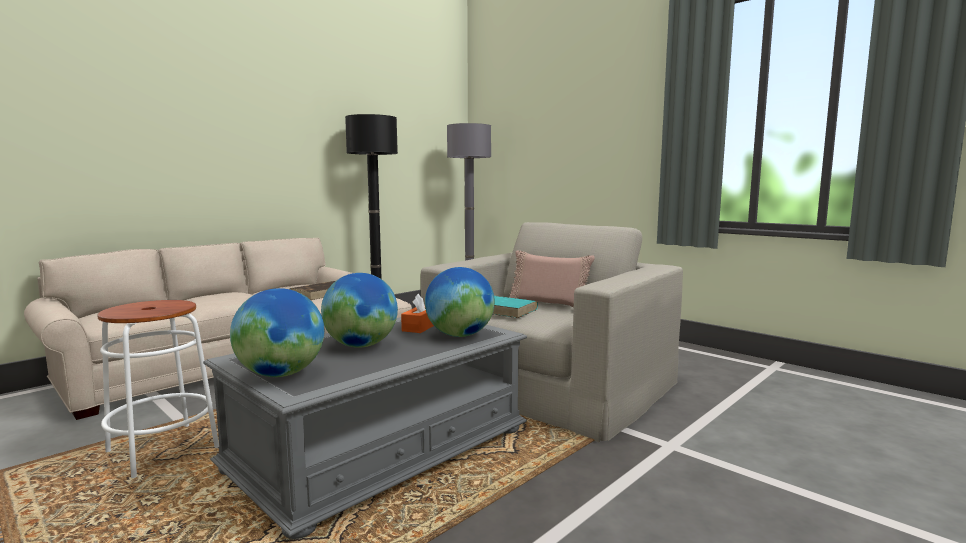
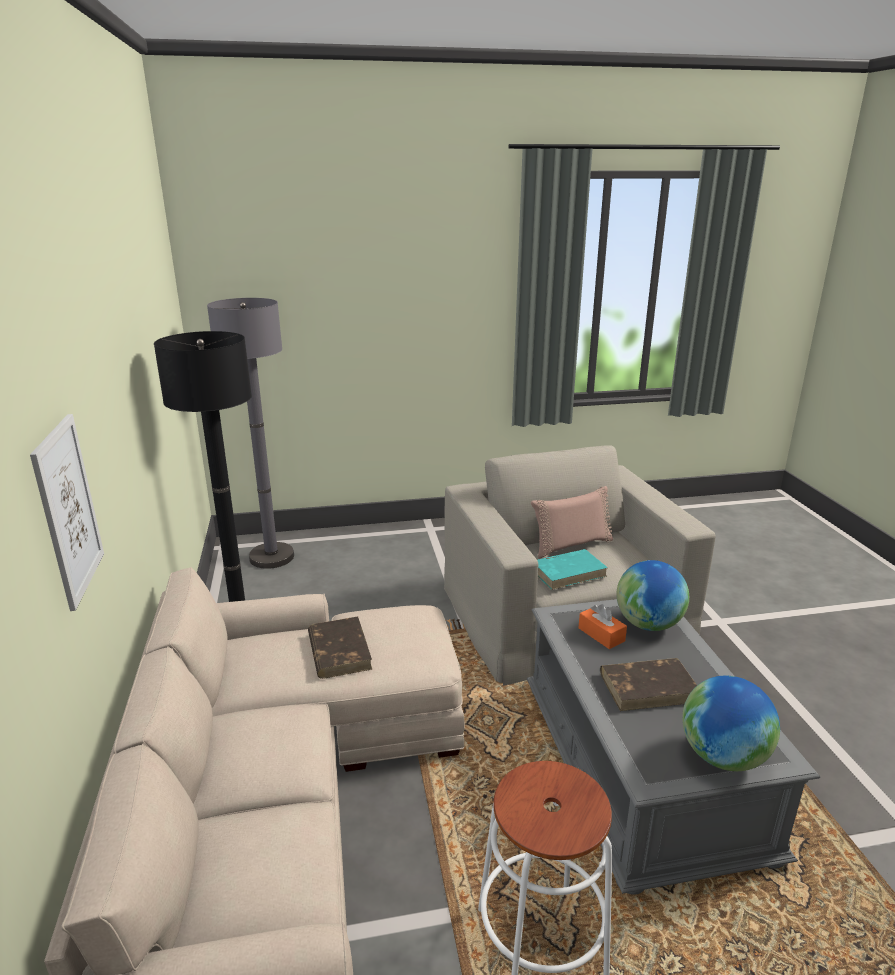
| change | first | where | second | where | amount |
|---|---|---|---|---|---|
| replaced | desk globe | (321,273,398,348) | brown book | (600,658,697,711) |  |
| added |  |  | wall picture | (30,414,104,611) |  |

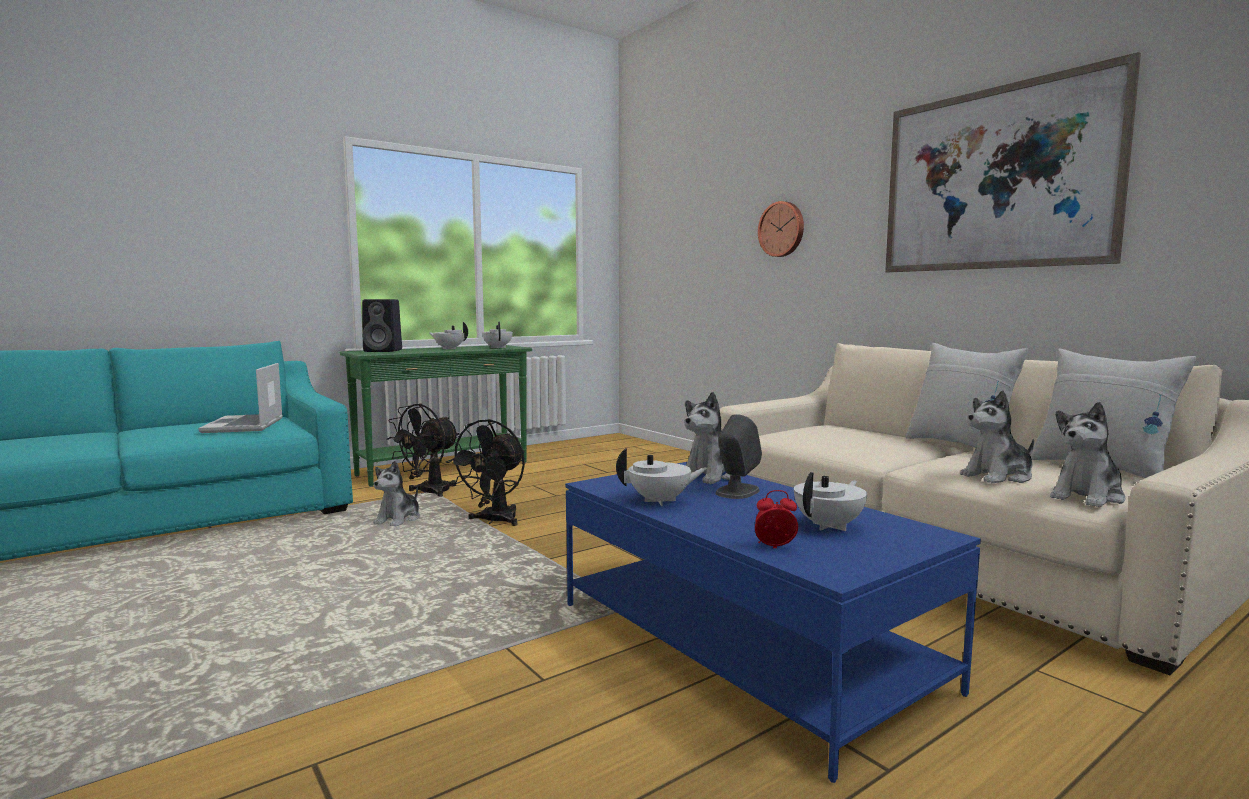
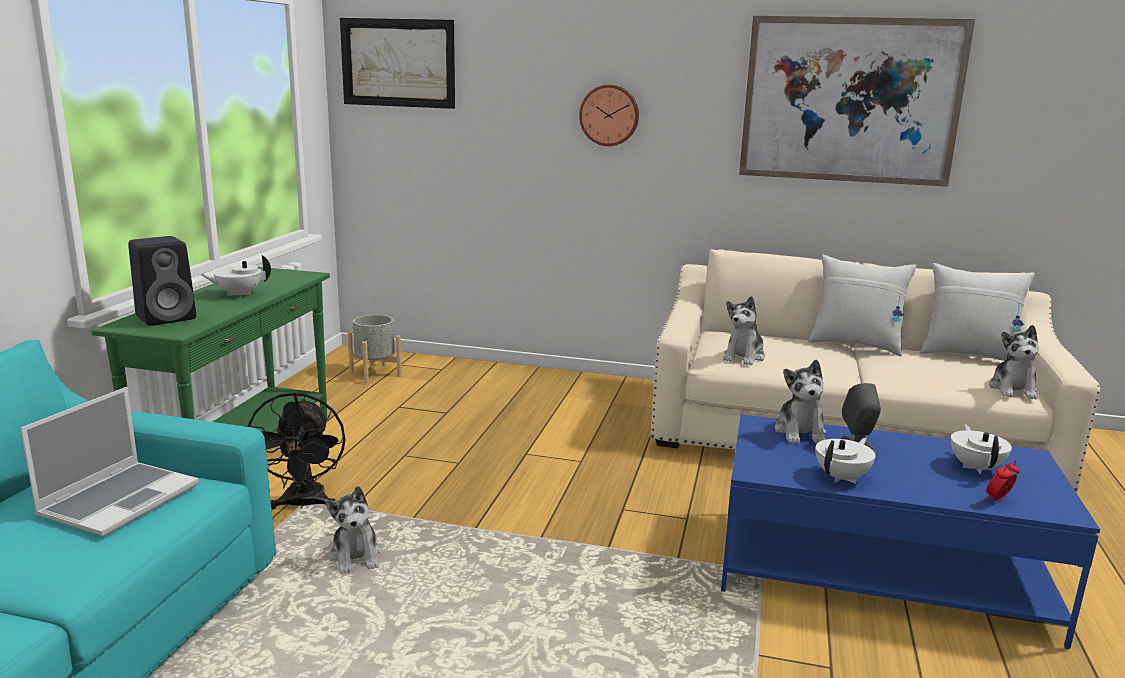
| change | first | where | second | where | amount |
|---|---|---|---|---|---|
| removed | white tea pot | (482,321,513,348) |  |  |  |
| turned | notebook computer | (198,363,283,433) |  | (21,387,199,537) | 105 degrees counterclockwise |
| moved | plush toy | (960,390,1034,483) |  | (723,296,765,365) |  |
| removed | black-coloured cooling fan | (446,419,525,526) |  |  |  |
| added |  |  | wall picture | (340,18,455,109) |  |
| added |  |  | gray plant pot | (348,315,402,384) |  |

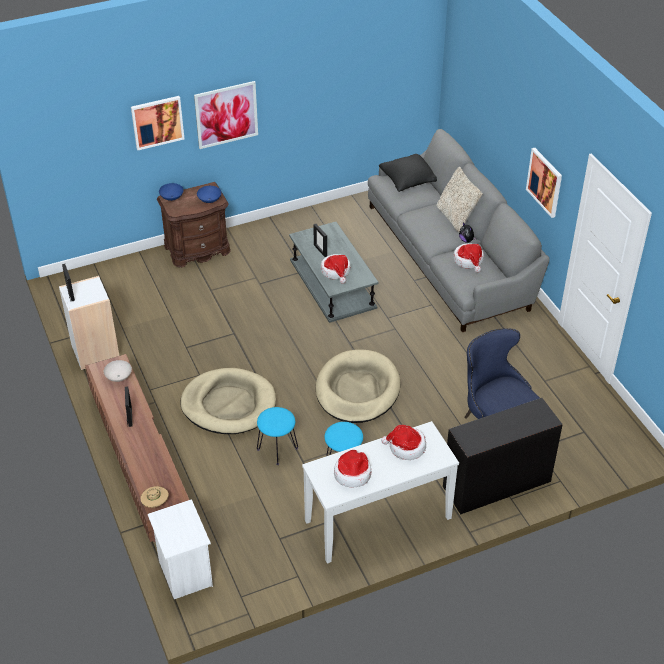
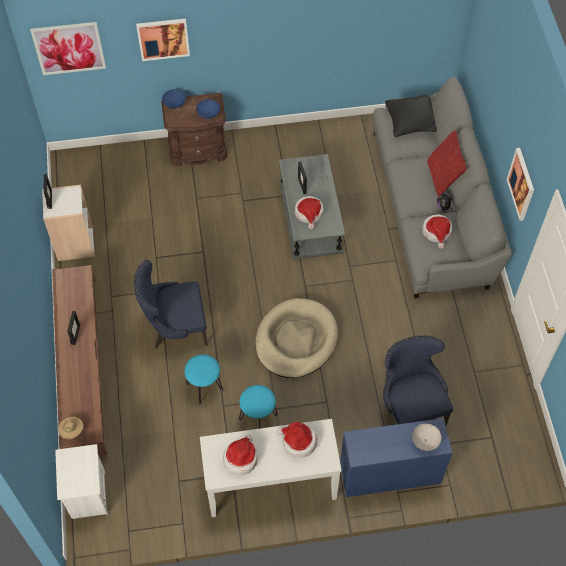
| change | first | where | second | where | amount |
|---|---|---|---|---|---|
| moved | wall picture | (194,81,258,149) |  | (30,22,106,75) |  |
| recoloured | beige throw pillow | (437,167,483,232) | reddish throw pillow | (427,130,467,196) |  |
| moved | white deep dish | (104,360,132,382) |  | (412,423,442,451) |  |
| replaced | beige dog cushion | (181,368,276,434) | bluish chair | (134,260,208,348) |  |
| recoloured | black-coloured desk unit | (443,398,563,514) | bluish desk unit | (340,418,452,497) |  |

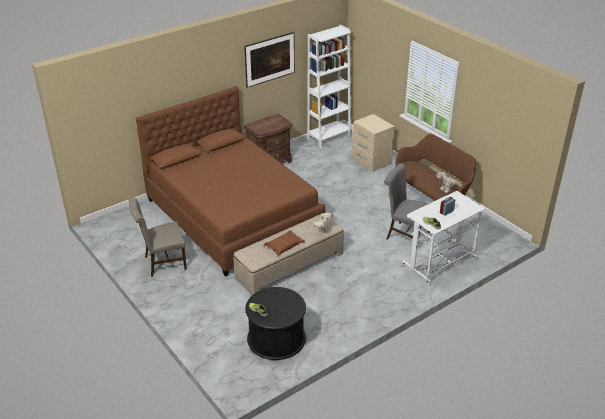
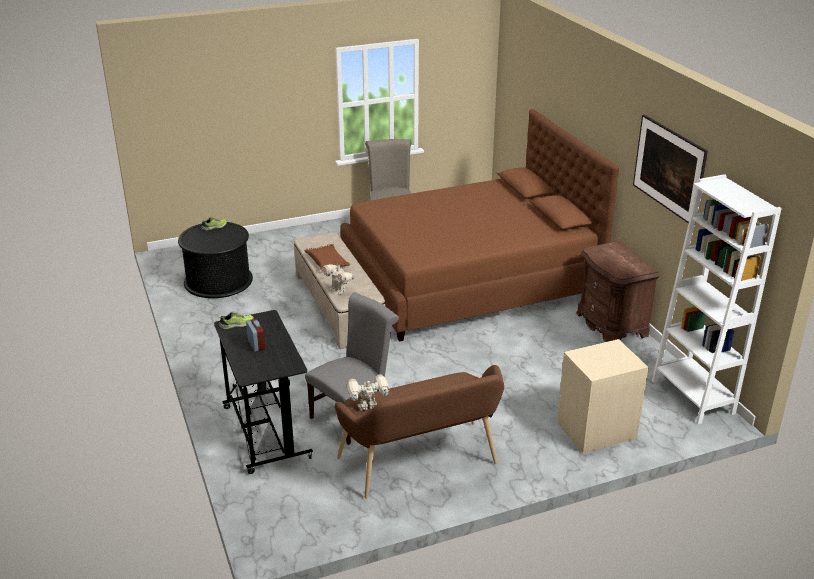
| change | first | where | second | where | amount |
|---|---|---|---|---|---|
| recoloured | white desk unit | (402,191,485,285) | black-coloured desk unit | (214,310,313,474) |  |

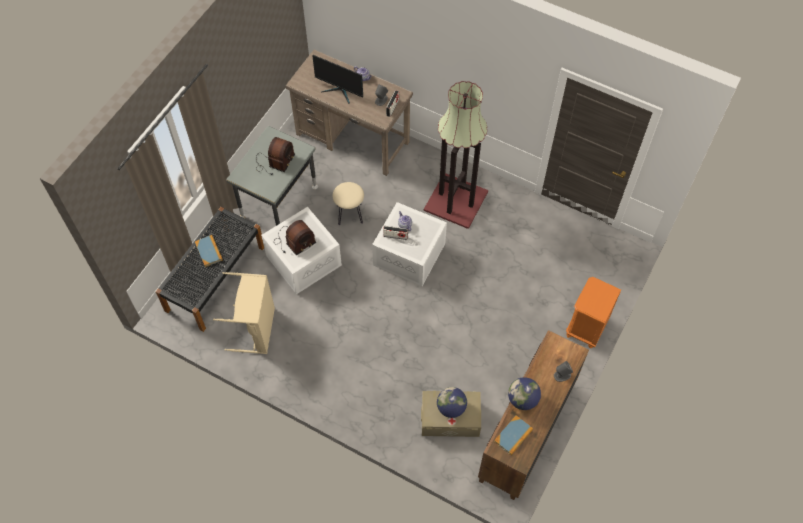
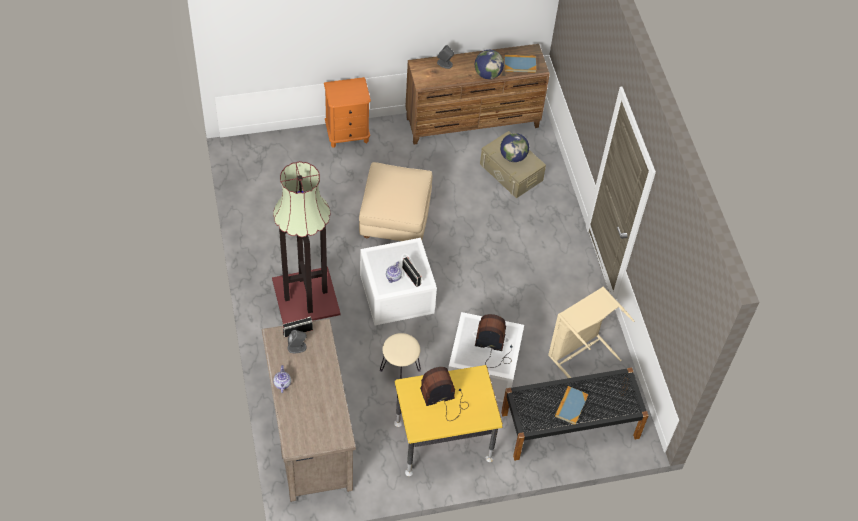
| change | first | where | second | where | amount |
|---|---|---|---|---|---|
| removed | computer display | (312,55,363,104) |  |  |  |
| recoloured | gray desk unit | (226,126,318,226) | yellow-coloured desk unit | (394,365,503,476) |  |
| added |  |  | beige footrest | (359,162,432,241) |  |

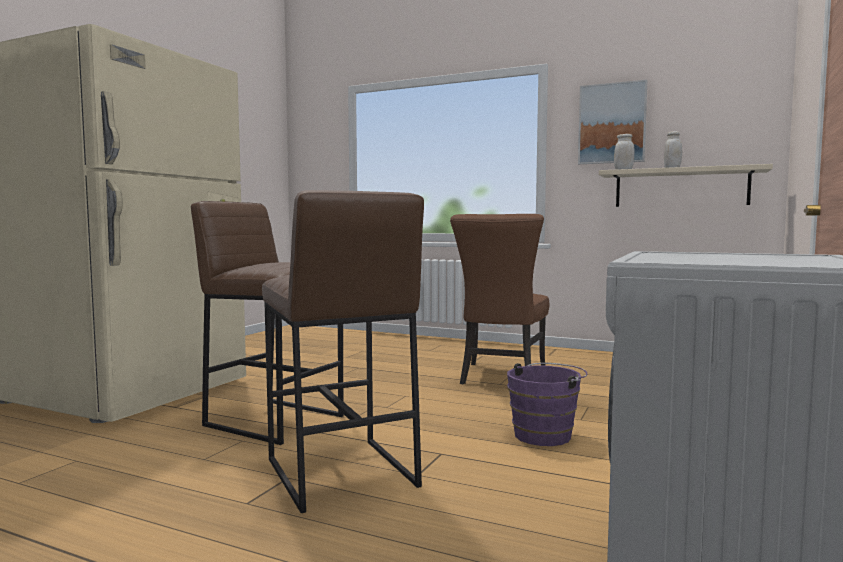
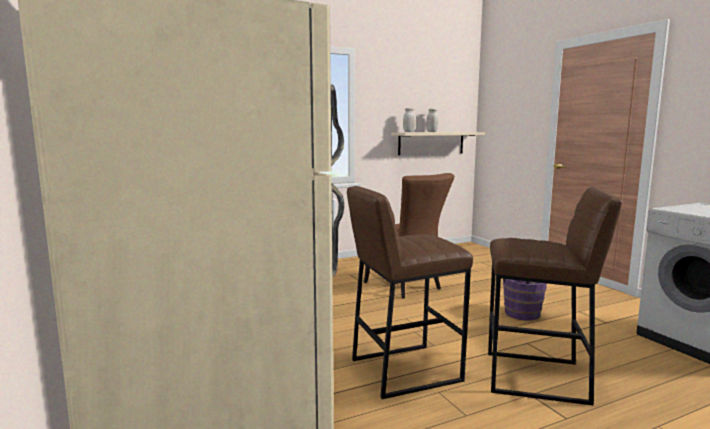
| change | first | where | second | where | amount |
|---|---|---|---|---|---|
| removed | wall picture | (578,80,647,164) |  |  |  |

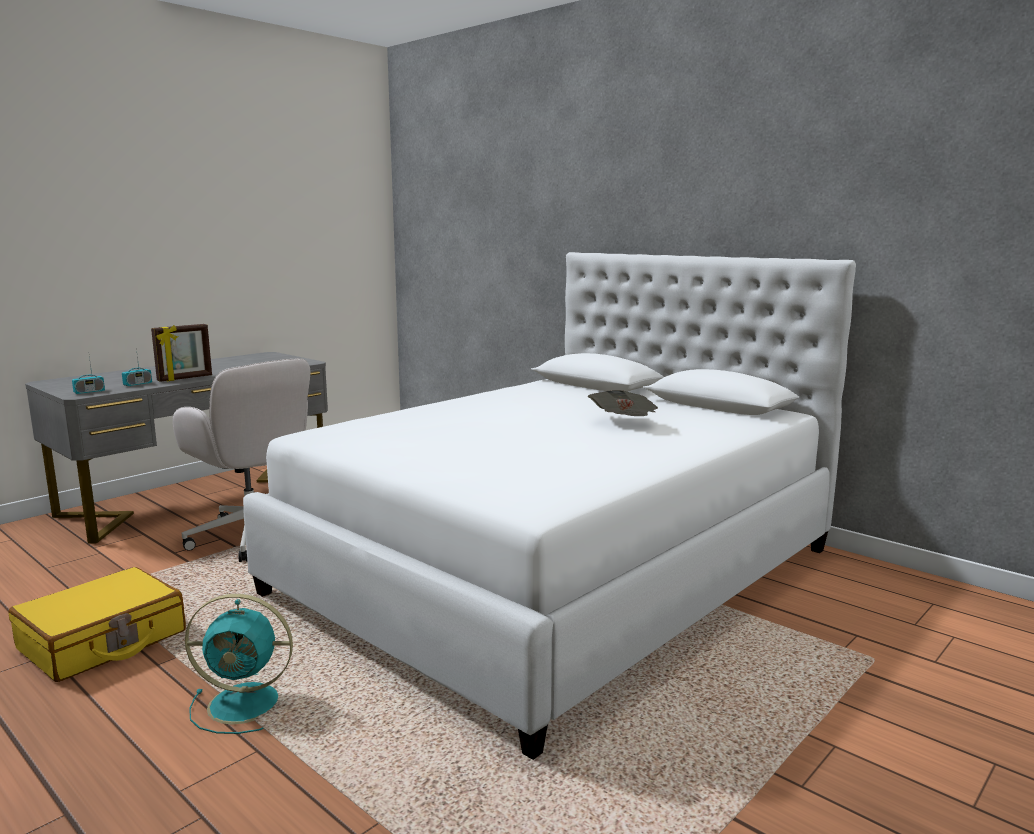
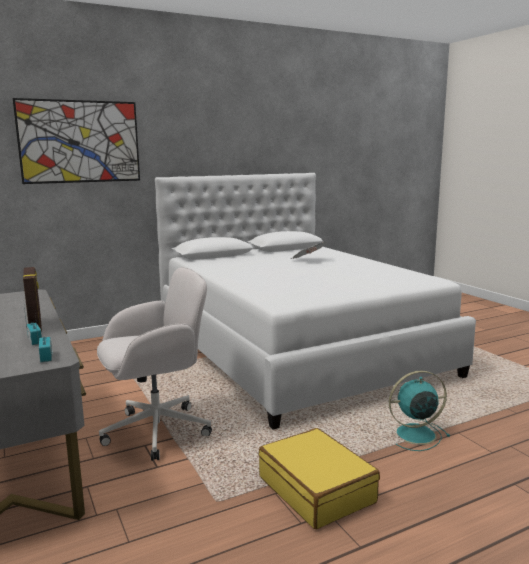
| change | first | where | second | where | amount |
|---|---|---|---|---|---|
| turned | turquoise-coloured cooling fan | (185,594,293,734) |  | (389,370,450,451) | 120 degrees counterclockwise |
| added |  |  | wall picture | (13,98,140,184) |  |

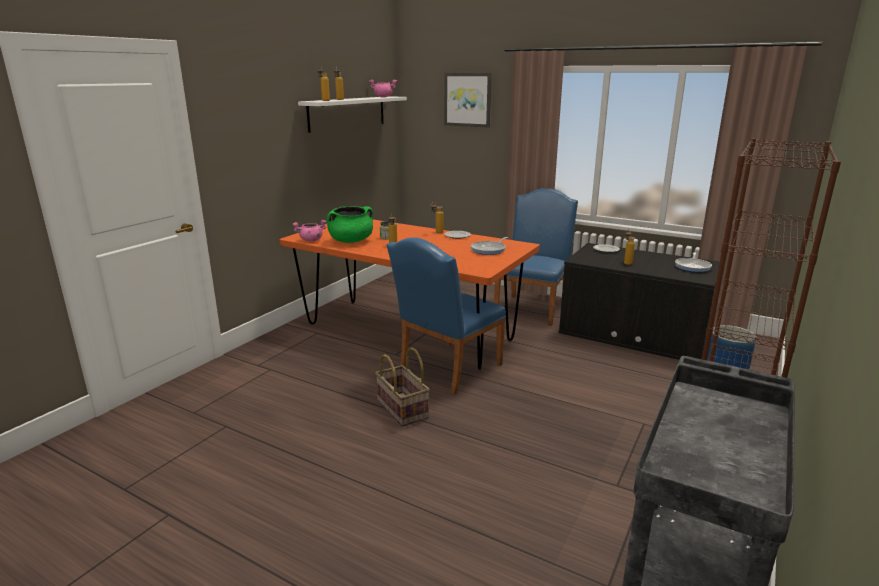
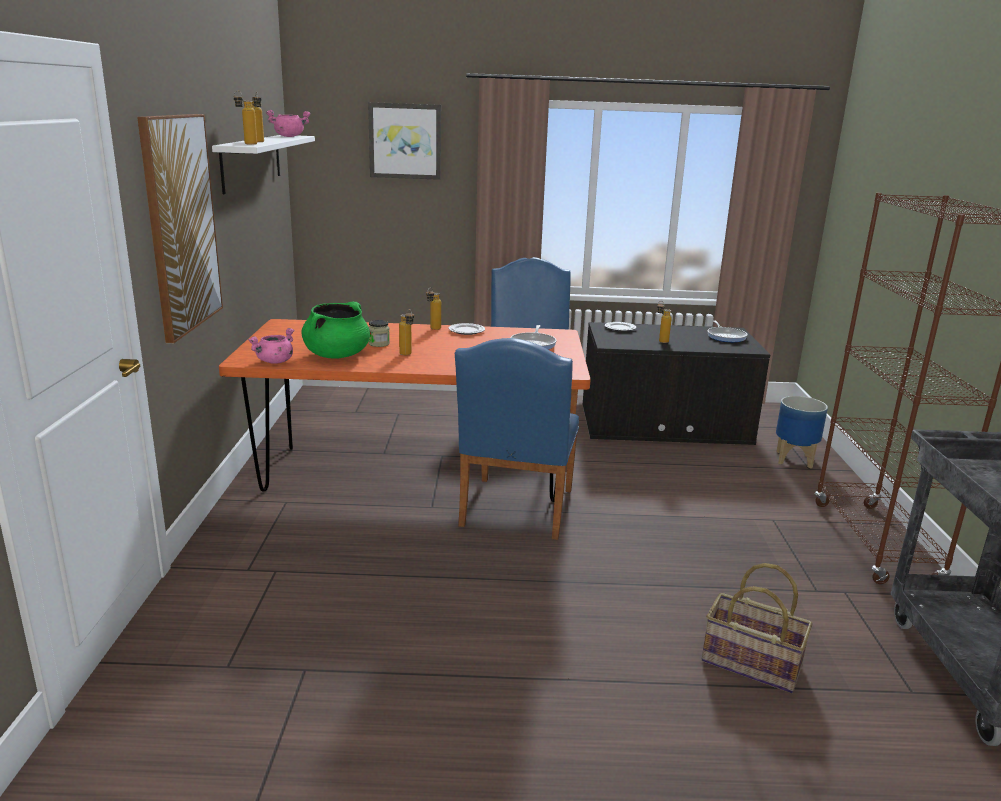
| change | first | where | second | where | amount |
|---|---|---|---|---|---|
| moved | storage basket | (375,347,430,427) |  | (702,563,813,693) |  |
| added |  |  | wall picture | (137,114,223,343) |  |

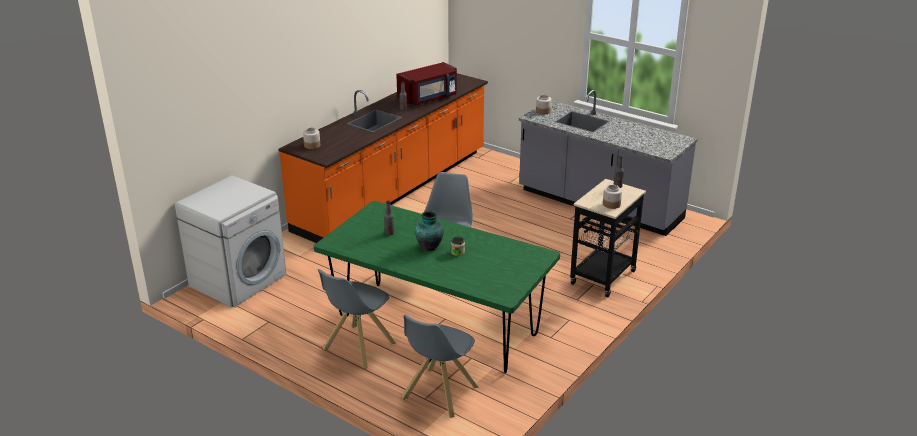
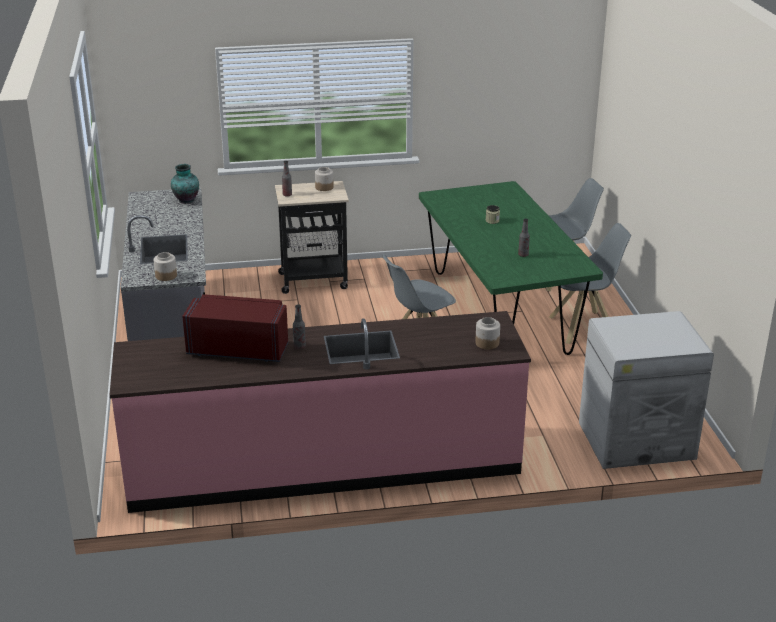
| change | first | where | second | where | amount |
|---|---|---|---|---|---|
| recoloured | orange-coloured counter | (278,73,488,243) | pink counter | (110,311,531,513) |  |
| moved | vase | (415,211,443,251) |  | (171,164,199,204) |  |

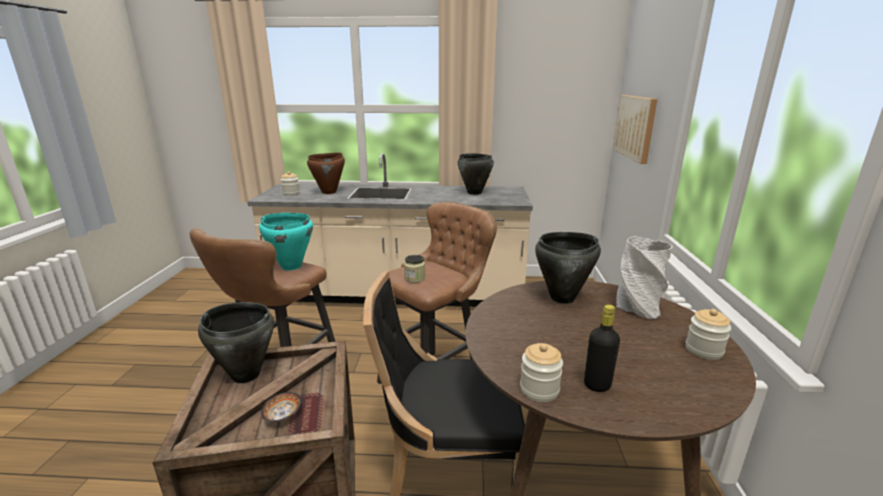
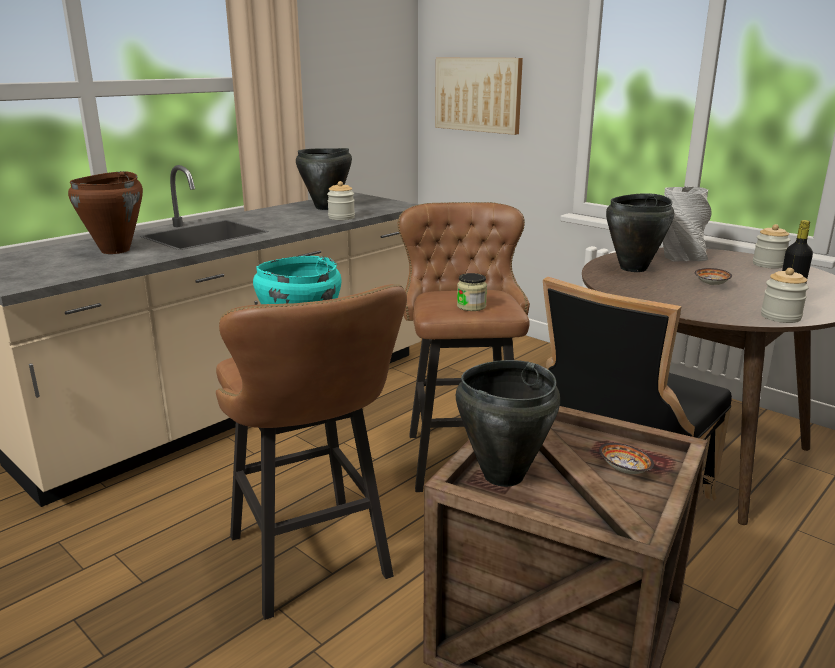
| change | first | where | second | where | amount |
|---|---|---|---|---|---|
| moved | preserve jar | (281,171,300,196) |  | (327,181,355,220) |  |
| added |  |  | deep dish | (695,268,732,285) |  |

